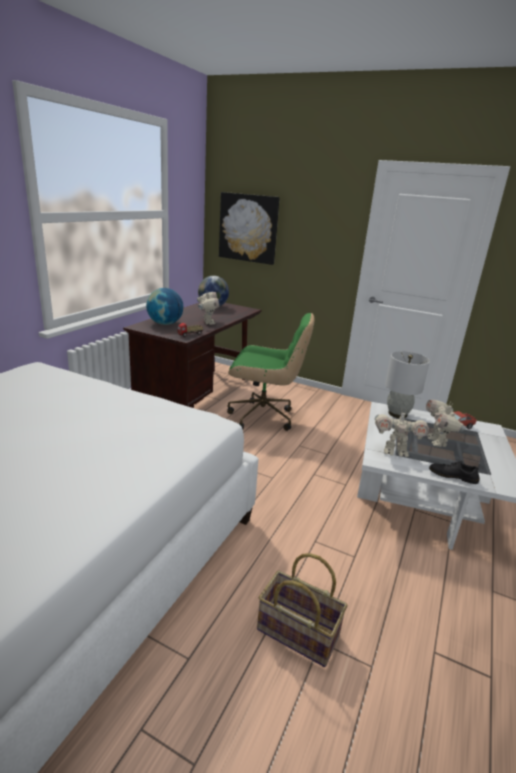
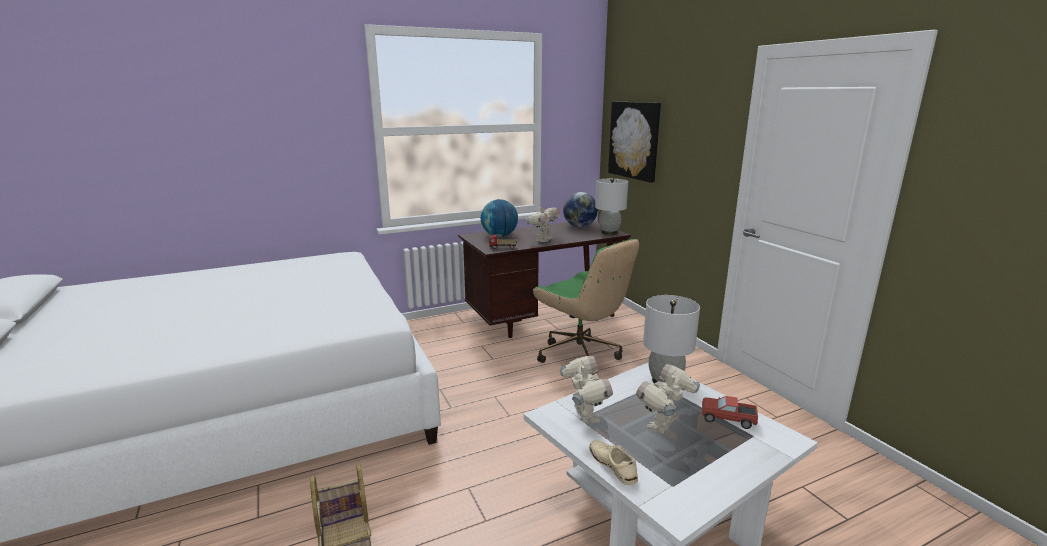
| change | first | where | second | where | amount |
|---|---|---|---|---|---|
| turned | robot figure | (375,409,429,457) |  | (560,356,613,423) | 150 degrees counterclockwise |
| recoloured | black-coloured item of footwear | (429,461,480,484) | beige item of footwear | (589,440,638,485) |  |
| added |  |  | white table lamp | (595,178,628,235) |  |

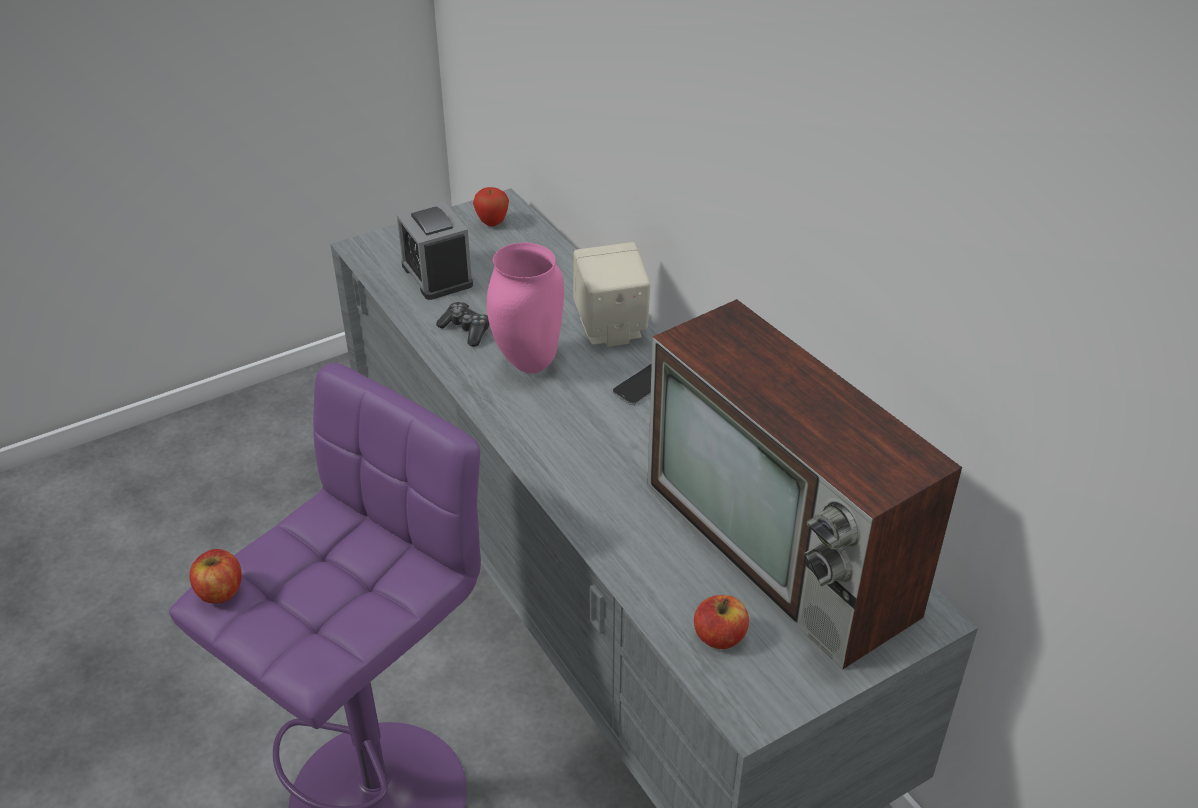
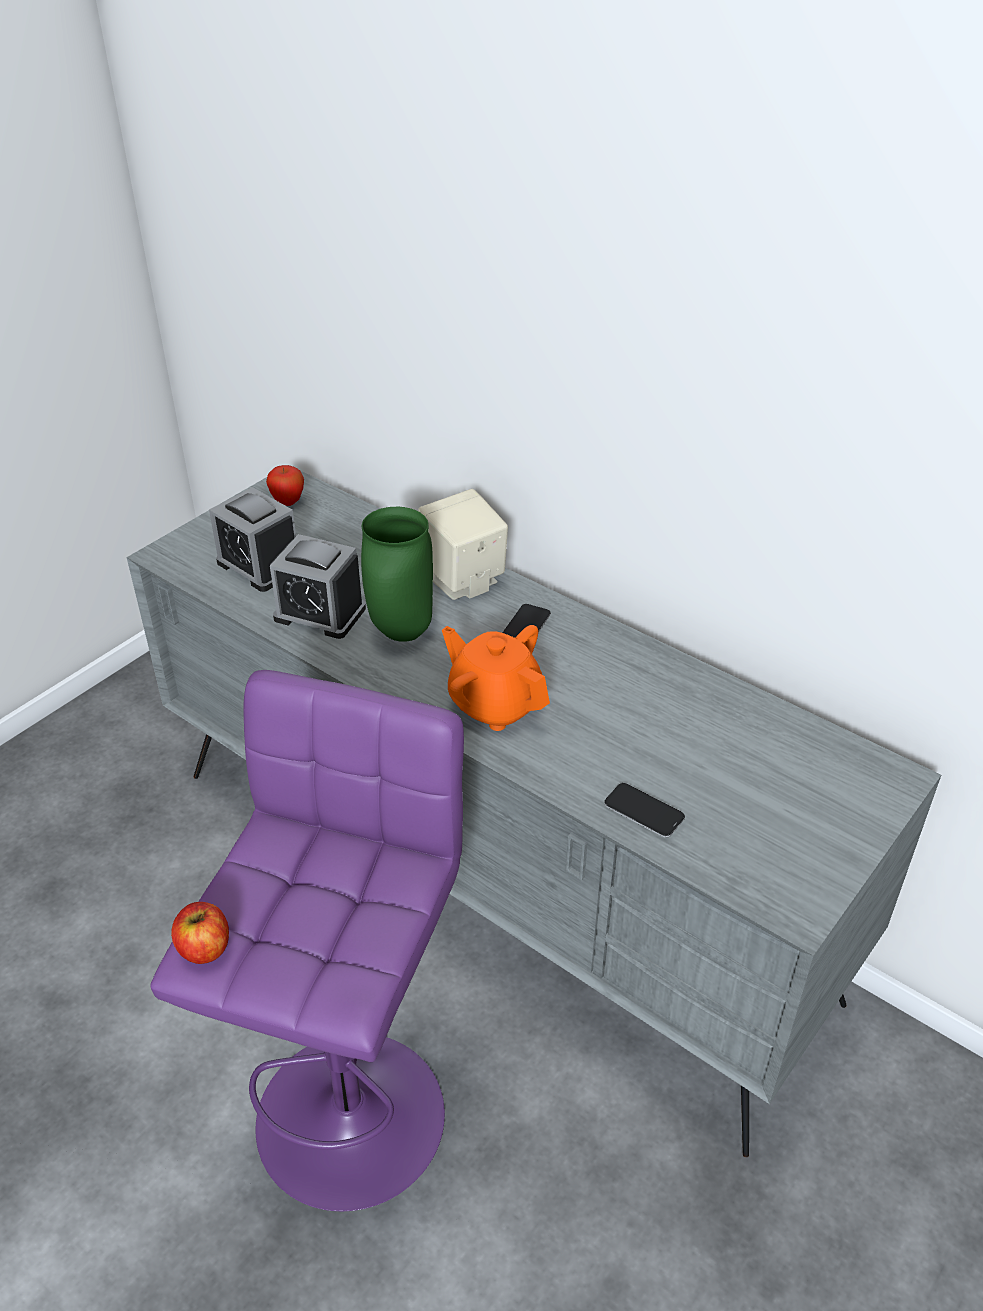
| change | first | where | second | where | amount |
|---|---|---|---|---|---|
| recoloured | pink vase | (487,243,564,373) | greenish vase | (361,507,433,642) |  |
| removed | television | (647,299,962,669) |  |  |  |
| replaced | game controller | (436,302,489,347) | table clock | (270,534,366,639) |  |
| removed | apple | (694,595,749,649) |  |  |  |
| added |  |  | orange-coloured tea pot | (442,625,550,731) |  |
| added |  |  | handset | (604,783,685,838) |  |

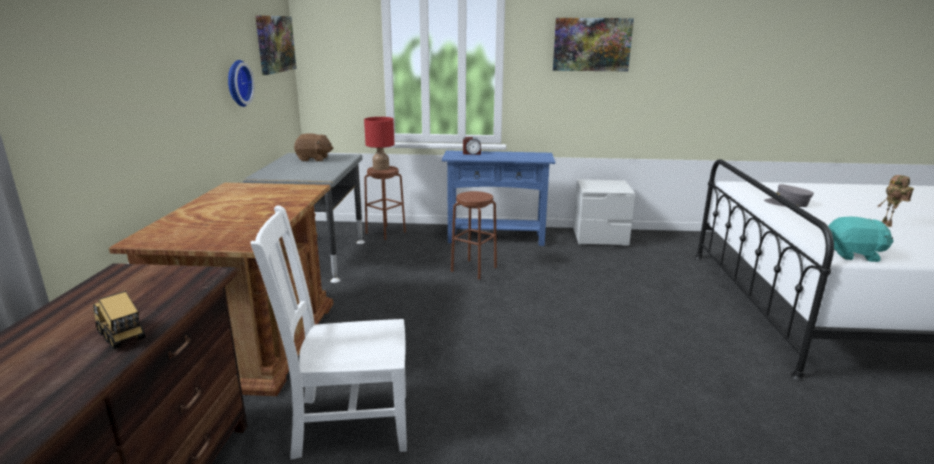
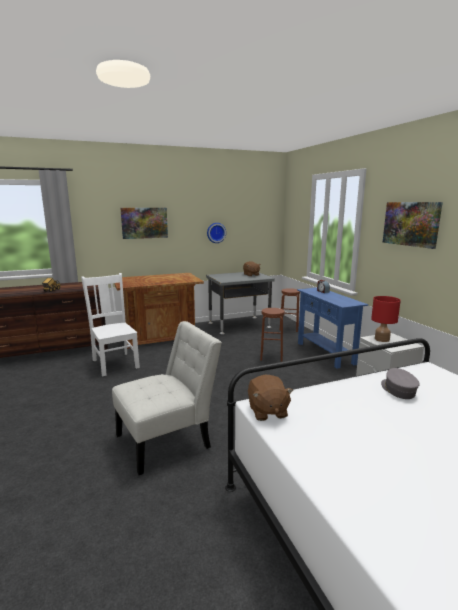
| change | first | where | second | where | amount |
|---|---|---|---|---|---|
| moved | wall picture | (255,15,296,75) |  | (120,208,168,239) |  |
| moved | reddish table lamp | (364,117,394,170) |  | (371,296,401,342) |  |
| removed | robot figure | (878,175,914,227) |  |  |  |
| recoloured | turquoise-coloured plush toy | (828,217,894,262) | brown plush toy | (248,375,293,421) |  |
| added |  |  | white chair | (112,321,222,475) |  |

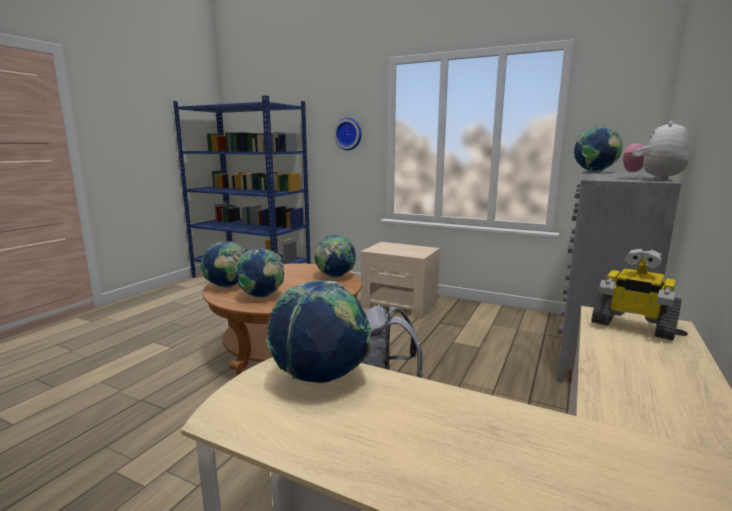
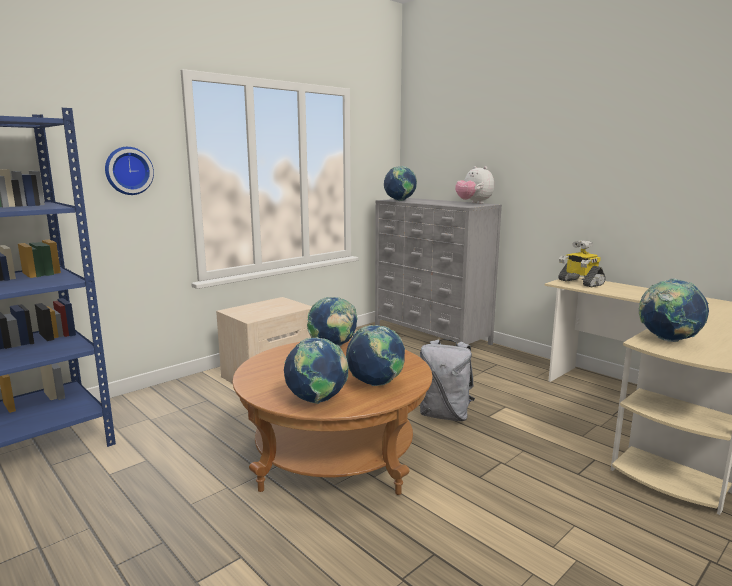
| change | first | where | second | where | amount |
|---|---|---|---|---|---|
| turned | robot figure | (591,248,682,341) |  | (558,240,606,287) | 90 degrees clockwise |

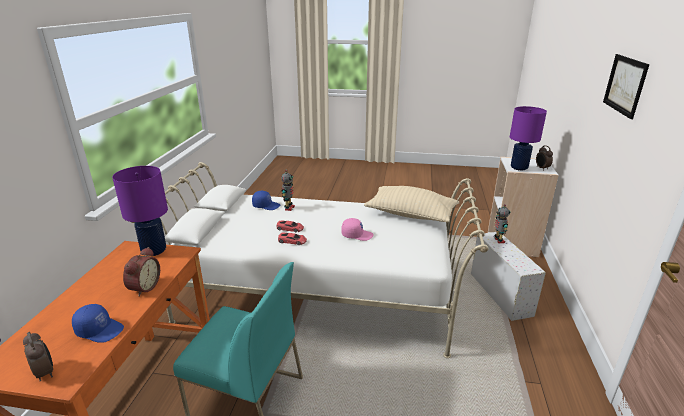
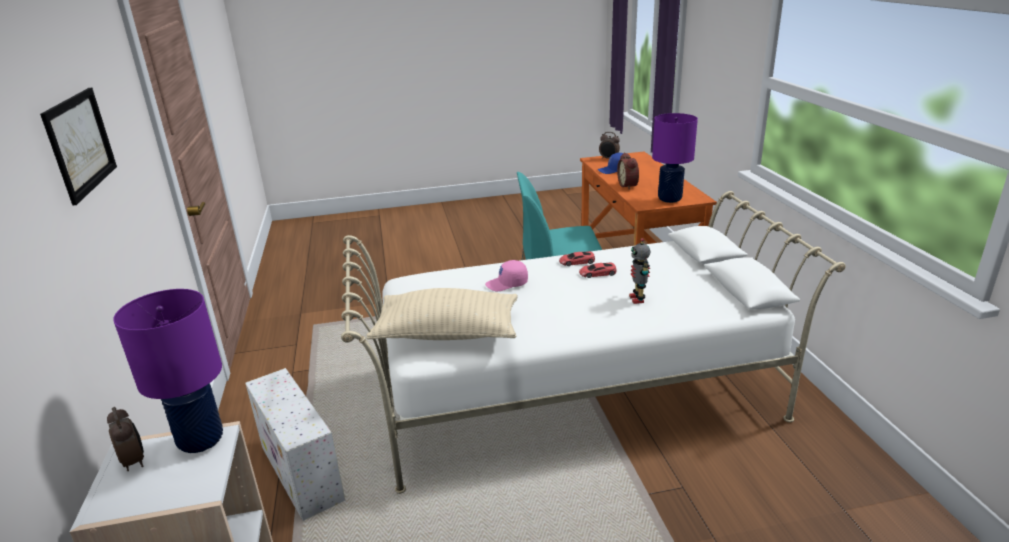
| change | first | where | second | where | amount |
|---|---|---|---|---|---|
| removed | bluish baseball cap | (252,191,280,210) |  |  |  |
| removed | robot figure | (494,204,510,243) |  |  |  |

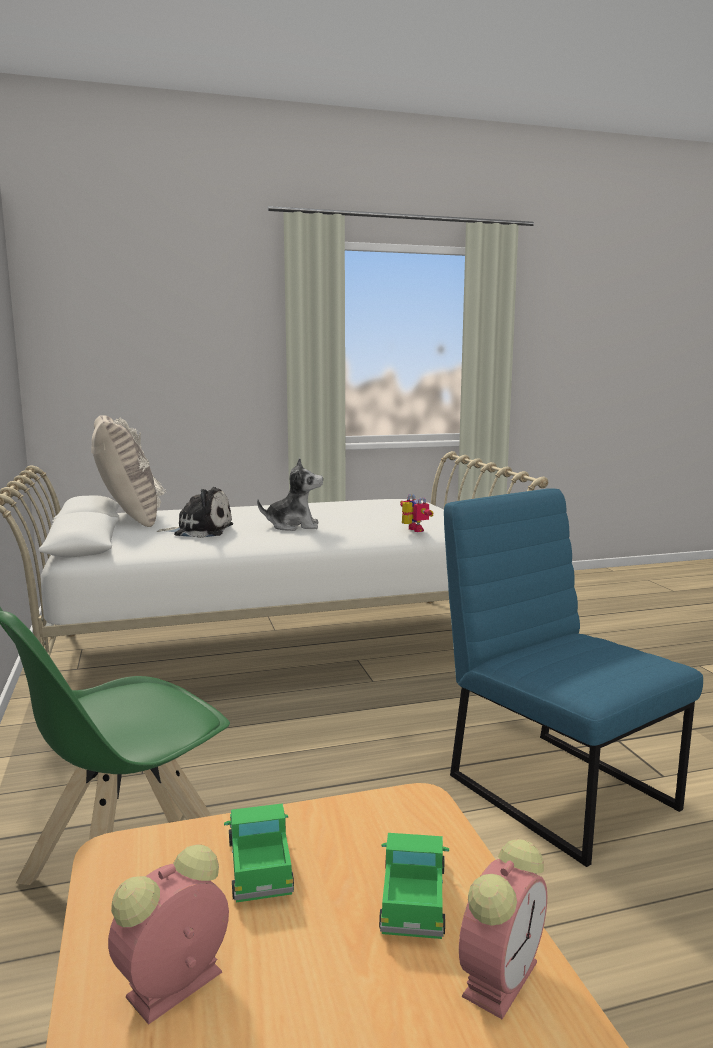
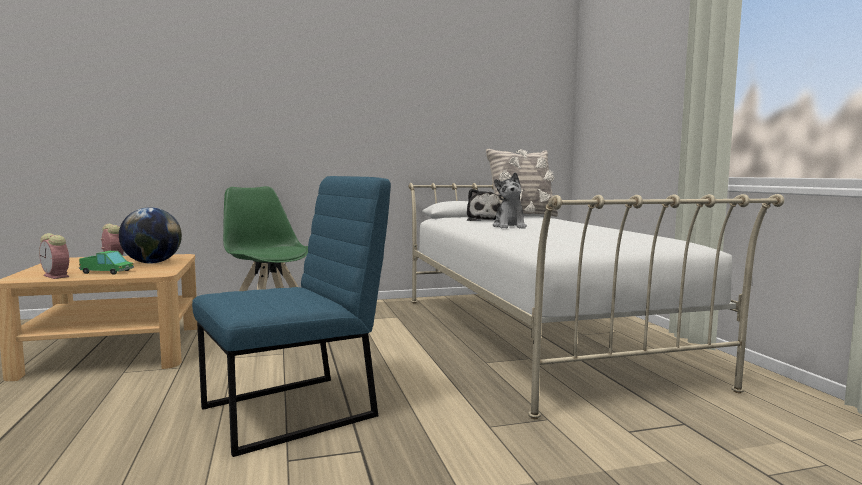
| change | first | where | second | where | amount |
|---|---|---|---|---|---|
| removed | robot figure | (400,494,433,532) |  |  |  |
| replaced | model truck | (224,803,294,903) | desk globe | (119,207,182,264) |  |

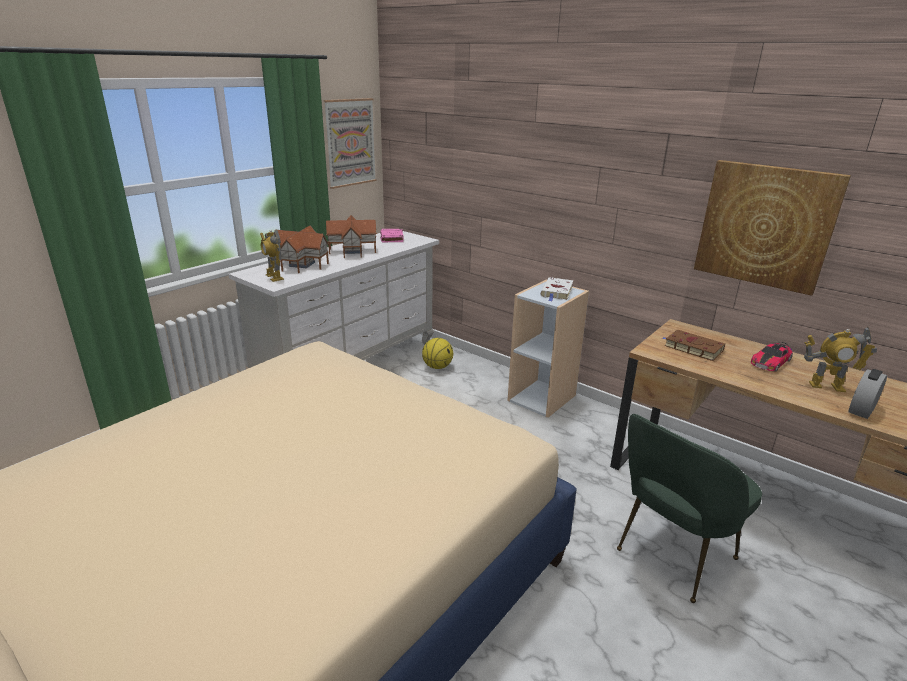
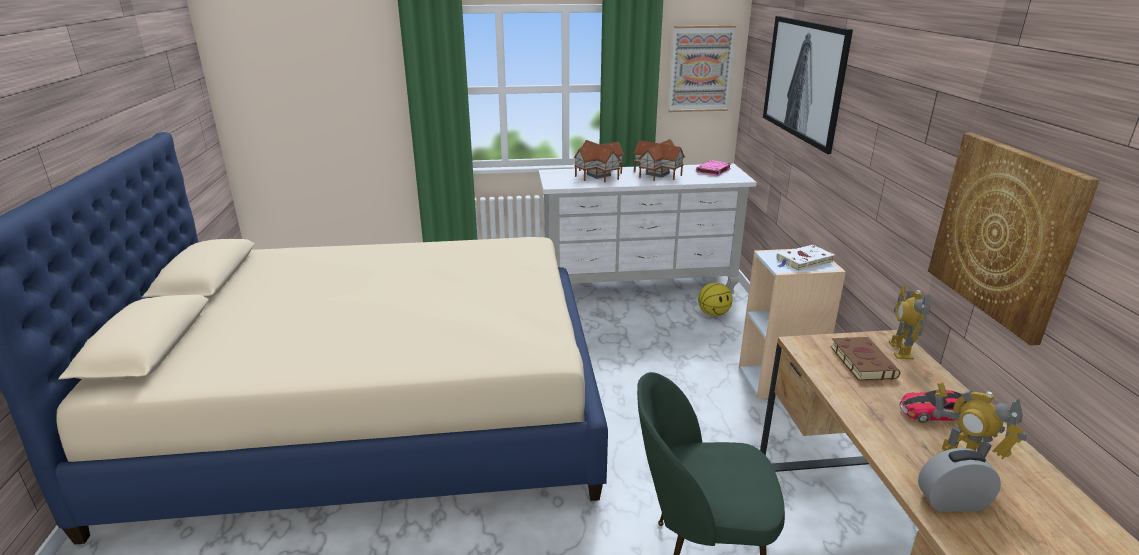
| change | first | where | second | where | amount |
|---|---|---|---|---|---|
| moved | robot figure | (260,230,284,282) |  | (889,285,930,359) |  |
| added |  |  | wall picture | (763,16,853,154) |  |

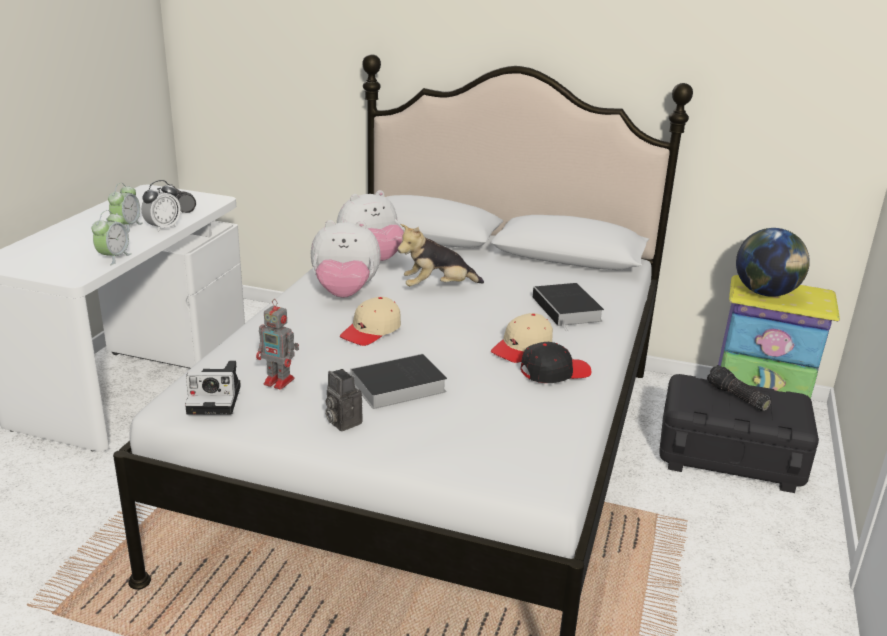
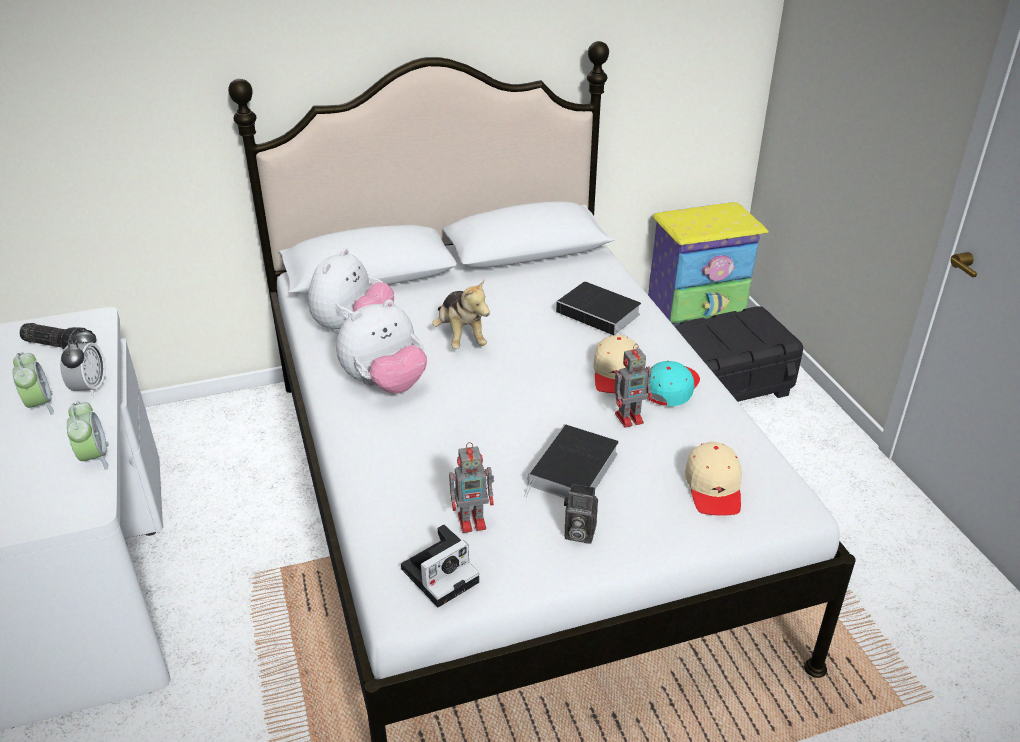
| change | first | where | second | where | amount |
|---|---|---|---|---|---|
| turned | plush toy | (397,224,484,286) |  | (432,279,490,349) | 60 degrees counterclockwise |
| removed | desk globe | (736,228,810,297) |  |  |  |
| moved | beige baseball cap | (340,297,401,346) |  | (685,442,742,516) |  |
| recoloured | black-coloured baseball cap | (520,342,591,383) | turquoise-coloured baseball cap | (650,361,700,406) |  |
| removed | hand torch | (707,365,772,412) |  |  |  |
| added |  |  | robot figure | (615,344,652,428) |  |

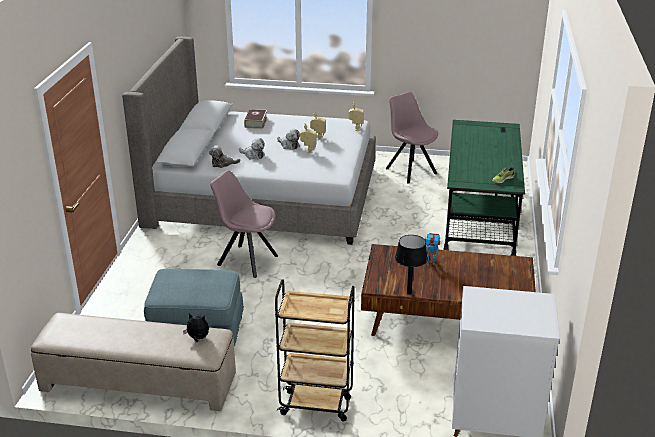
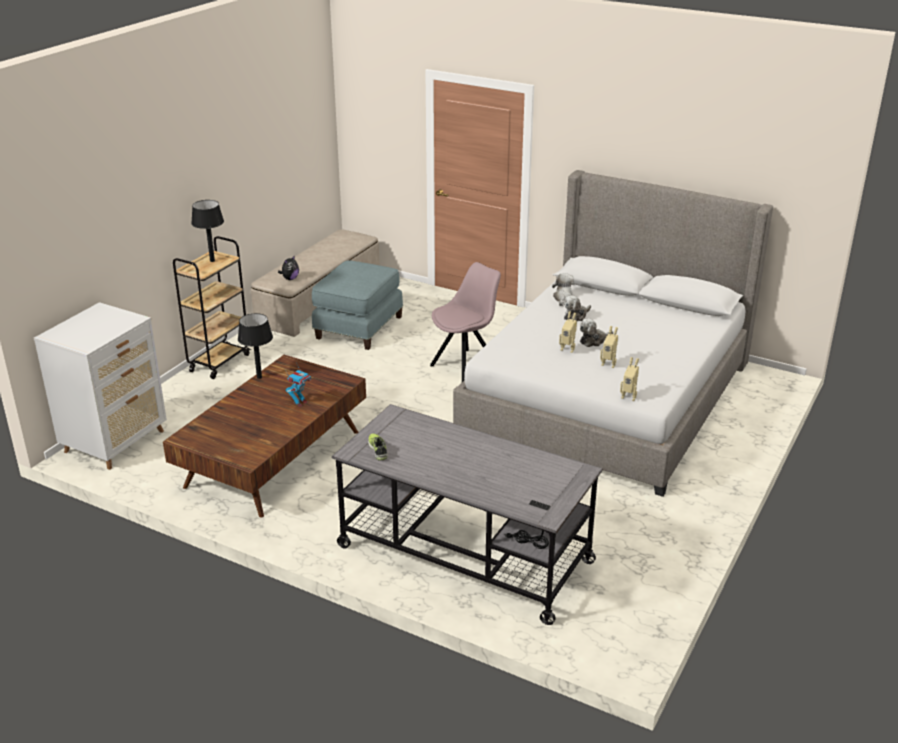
| change | first | where | second | where | amount |
|---|---|---|---|---|---|
| removed | pink chair | (386,92,438,184) |  |  |  |
| removed | book | (244,109,268,129) |  |  |  |
| recoloured | greenish desk unit | (443,120,525,256) | gray desk unit | (332,404,603,625) |  |
| added |  |  | black-coloured table lamp | (191,200,224,262) |  |

